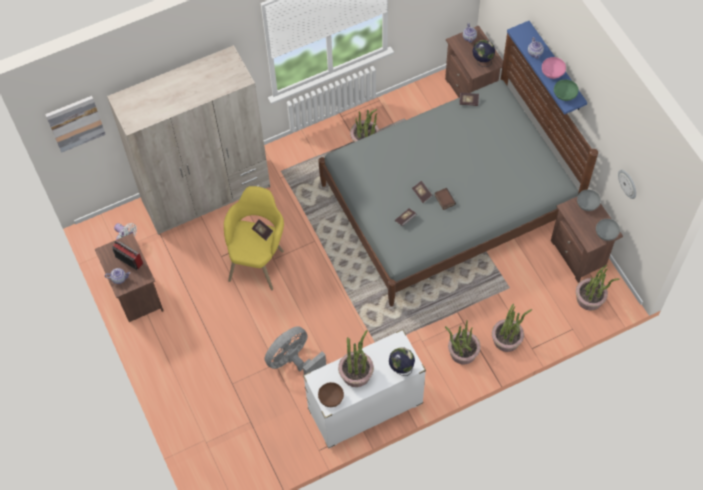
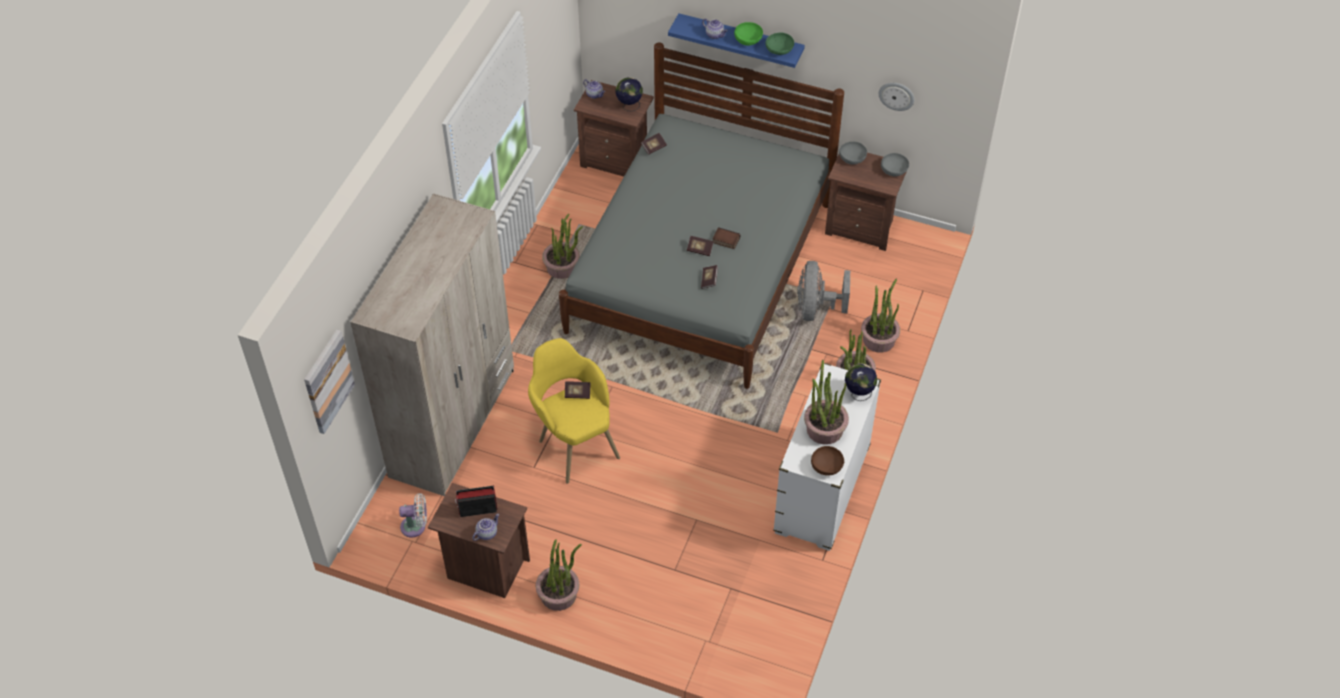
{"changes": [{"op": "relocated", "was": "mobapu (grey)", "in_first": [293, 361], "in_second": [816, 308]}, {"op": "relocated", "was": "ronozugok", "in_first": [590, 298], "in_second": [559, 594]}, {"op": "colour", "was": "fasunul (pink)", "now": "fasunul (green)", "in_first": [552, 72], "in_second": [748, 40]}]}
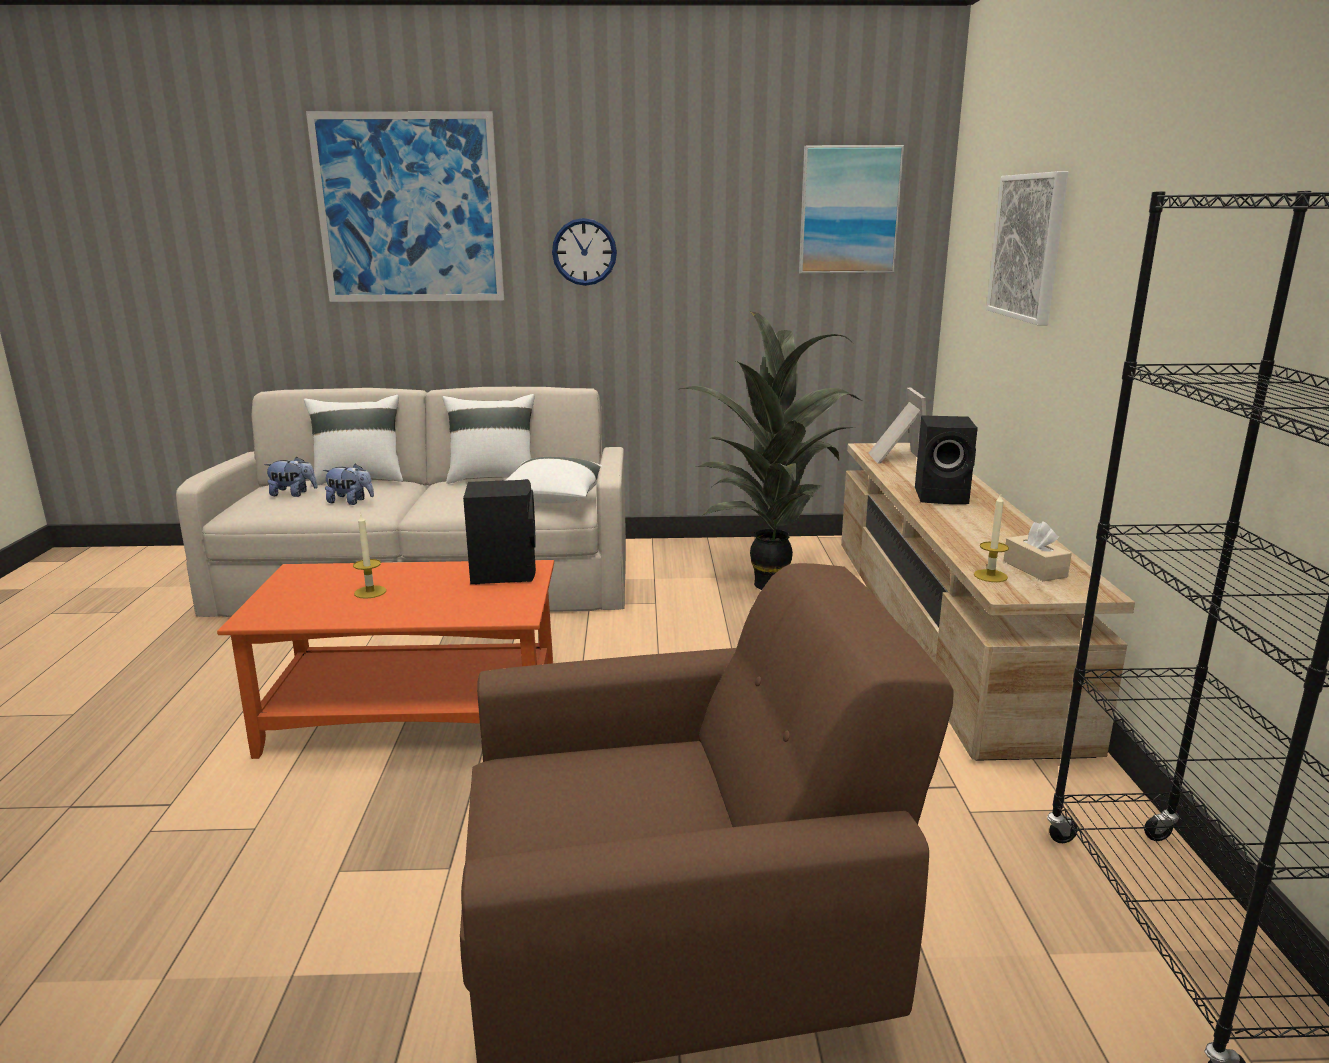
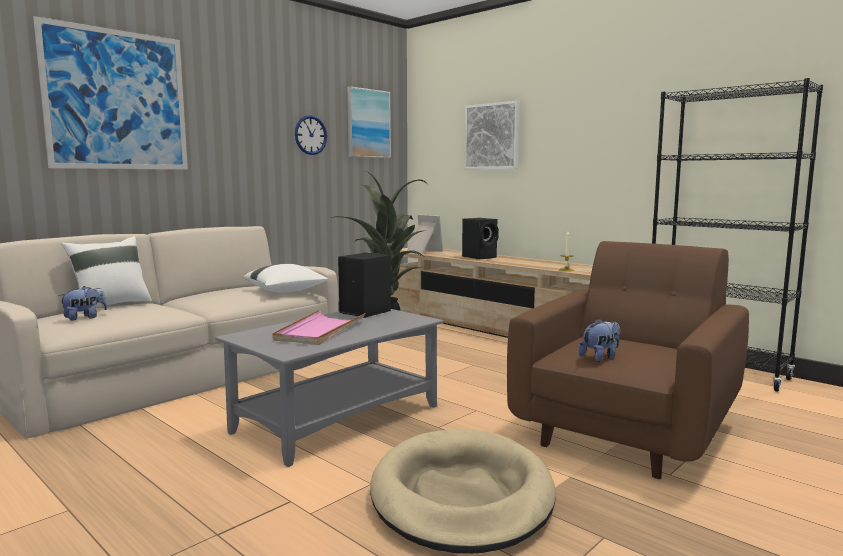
{"changes": [{"op": "missing", "was": "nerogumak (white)", "in_first": [492, 478]}, {"op": "missing", "was": "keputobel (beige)", "in_first": [1034, 569]}, {"op": "appeared", "now": "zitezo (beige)", "in_second": [461, 496]}, {"op": "relocated", "was": "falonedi", "in_first": [350, 502], "in_second": [600, 357]}, {"op": "relocated", "was": "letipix", "in_first": [584, 252], "in_second": [310, 135]}, {"op": "exchanged", "was": "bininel", "now": "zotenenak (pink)", "in_first": [370, 592], "in_second": [319, 331]}, {"op": "colour", "was": "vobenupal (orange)", "now": "vobenupal (grey)", "in_first": [416, 715], "in_second": [338, 418]}]}
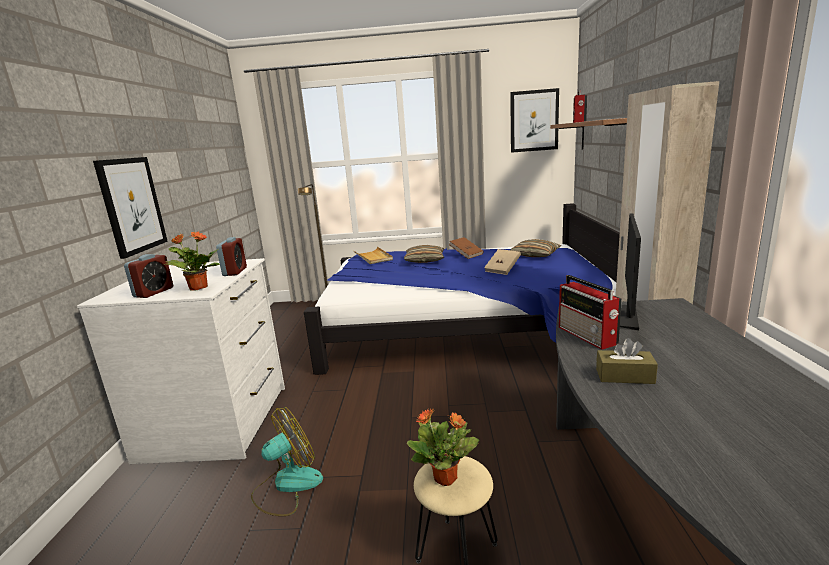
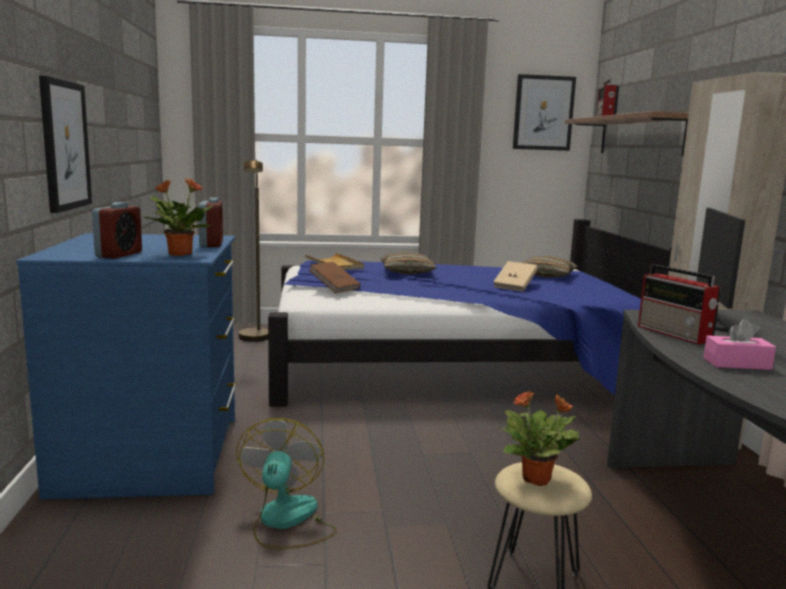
{"changes": [{"op": "relocated", "was": "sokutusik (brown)", "in_first": [466, 255], "in_second": [334, 288]}, {"op": "colour", "was": "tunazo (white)", "now": "tunazo (blue)", "in_first": [218, 422], "in_second": [153, 455]}, {"op": "colour", "was": "keputobel (brown)", "now": "keputobel (pink)", "in_first": [624, 376], "in_second": [736, 364]}, {"op": "spun", "was": "mobapu", "in_first": [287, 485], "in_second": [286, 521], "clockwise": -45}]}
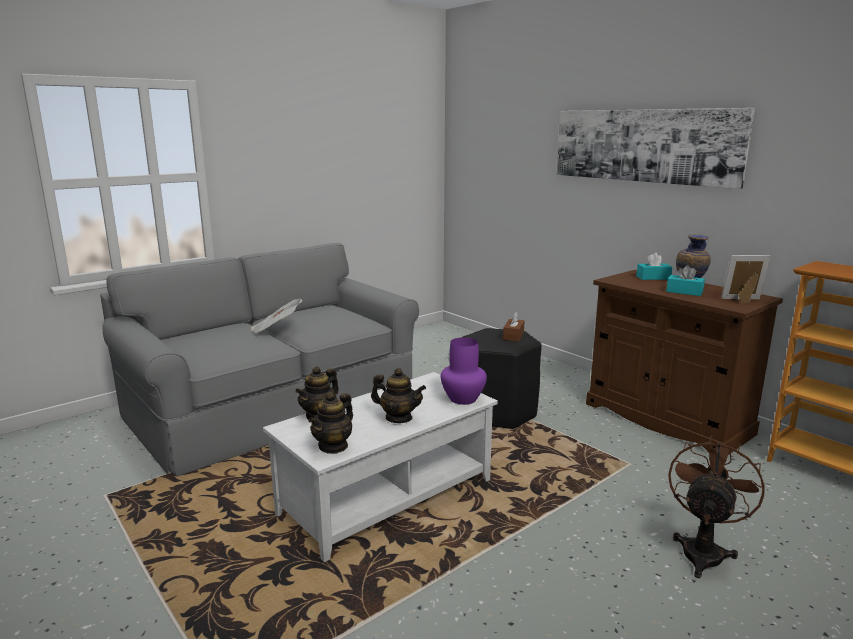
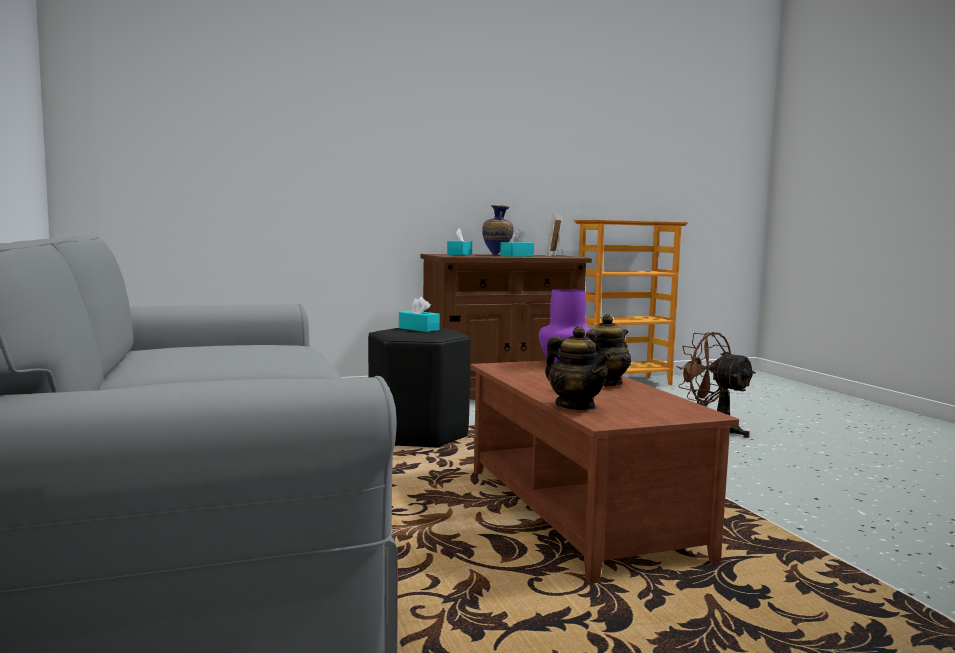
{"changes": [{"op": "missing", "was": "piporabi", "in_first": [276, 329]}, {"op": "missing", "was": "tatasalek", "in_first": [333, 446]}, {"op": "missing", "was": "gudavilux", "in_first": [644, 145]}, {"op": "colour", "was": "vobenupal (white)", "now": "vobenupal (brown)", "in_first": [386, 496], "in_second": [576, 513]}, {"op": "colour", "was": "keputobel (brown)", "now": "keputobel (turquoise)", "in_first": [513, 336], "in_second": [418, 329]}]}
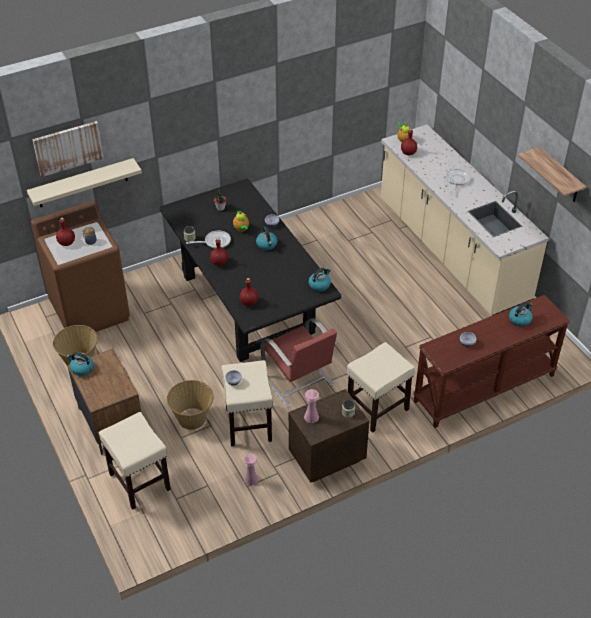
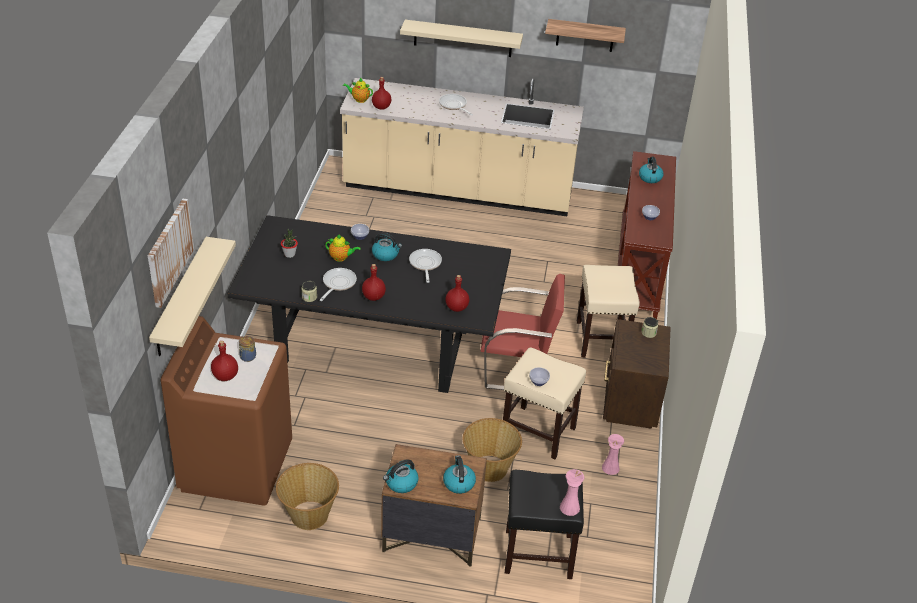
{"changes": [{"op": "appeared", "now": "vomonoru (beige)", "in_second": [463, 38]}, {"op": "appeared", "now": "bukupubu", "in_second": [425, 264]}, {"op": "relocated", "was": "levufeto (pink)", "in_first": [311, 417], "in_second": [569, 507]}, {"op": "relocated", "was": "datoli", "in_first": [319, 285], "in_second": [458, 483]}, {"op": "colour", "was": "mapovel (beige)", "now": "mapovel (black)", "in_first": [139, 481], "in_second": [537, 554]}]}
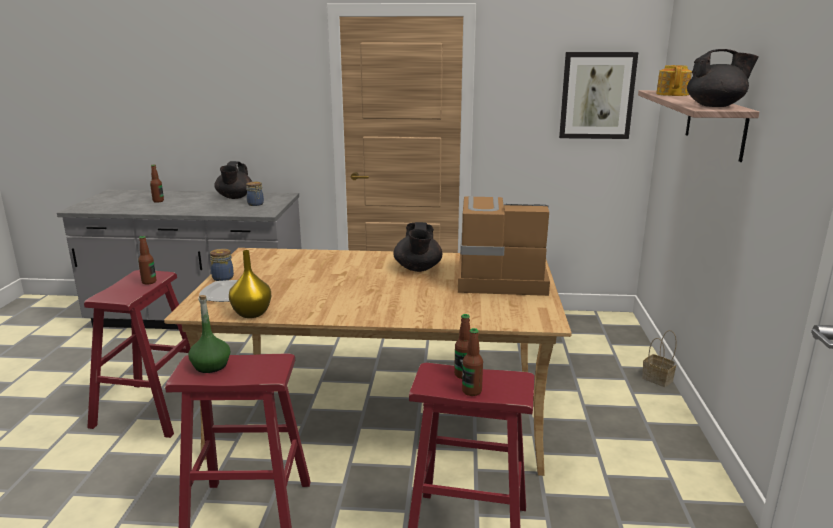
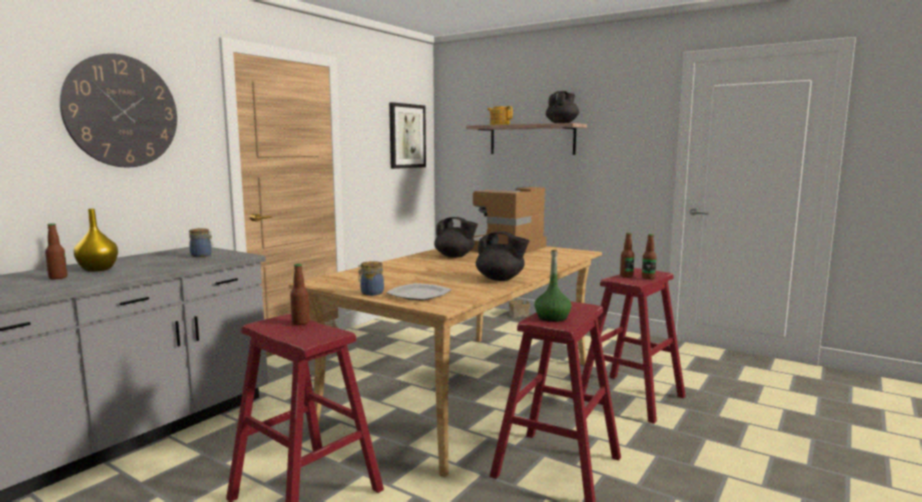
{"changes": [{"op": "appeared", "now": "letipix", "in_second": [122, 111]}, {"op": "relocated", "was": "tatasalek (black)", "in_first": [234, 197], "in_second": [501, 279]}, {"op": "relocated", "was": "levufeto (yellow)", "in_first": [251, 314], "in_second": [98, 269]}]}
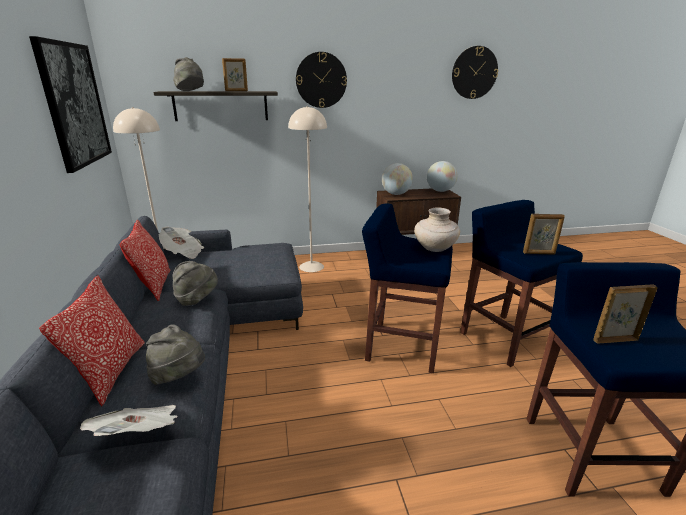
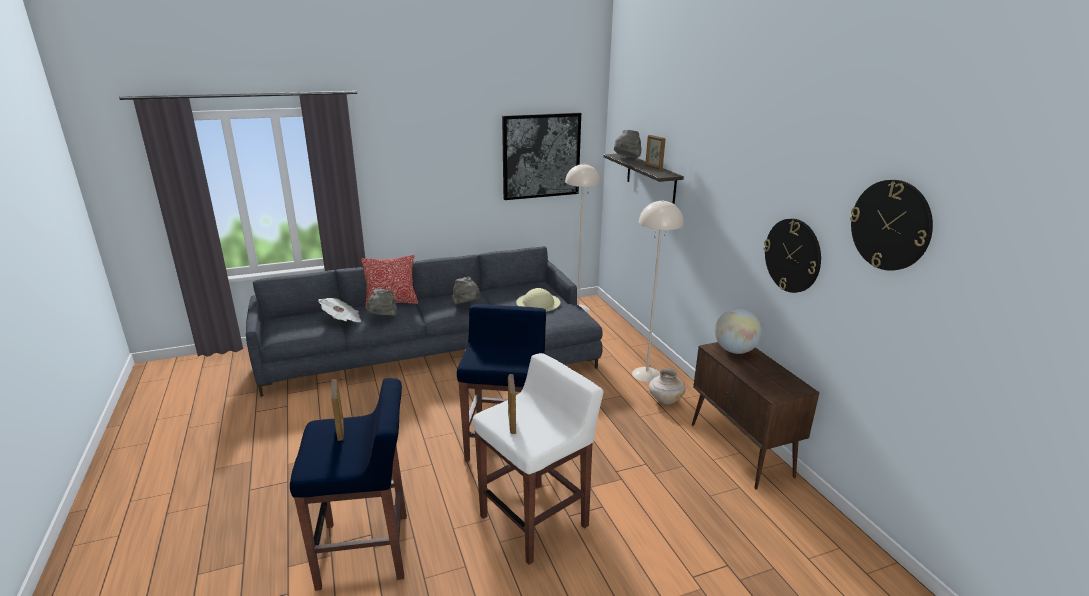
{"changes": [{"op": "missing", "was": "nerogumak", "in_first": [154, 286]}, {"op": "missing", "was": "piporabi", "in_first": [183, 252]}, {"op": "missing", "was": "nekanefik", "in_first": [440, 191]}, {"op": "appeared", "now": "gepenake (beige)", "in_second": [538, 302]}, {"op": "relocated", "was": "letipix", "in_first": [321, 80], "in_second": [792, 255]}, {"op": "relocated", "was": "levufeto (beige)", "in_first": [434, 248], "in_second": [665, 400]}, {"op": "colour", "was": "mapovel (blue)", "now": "mapovel (white)", "in_first": [504, 338], "in_second": [536, 520]}]}
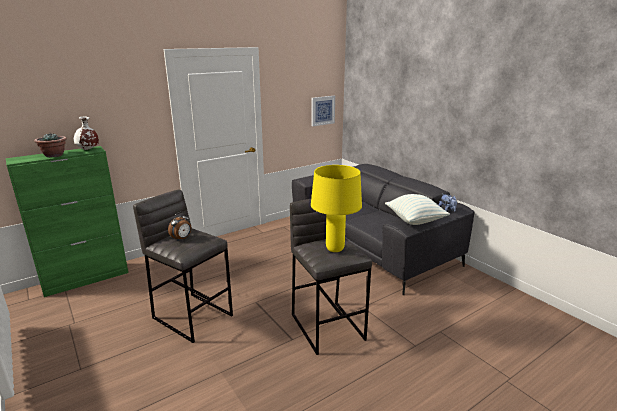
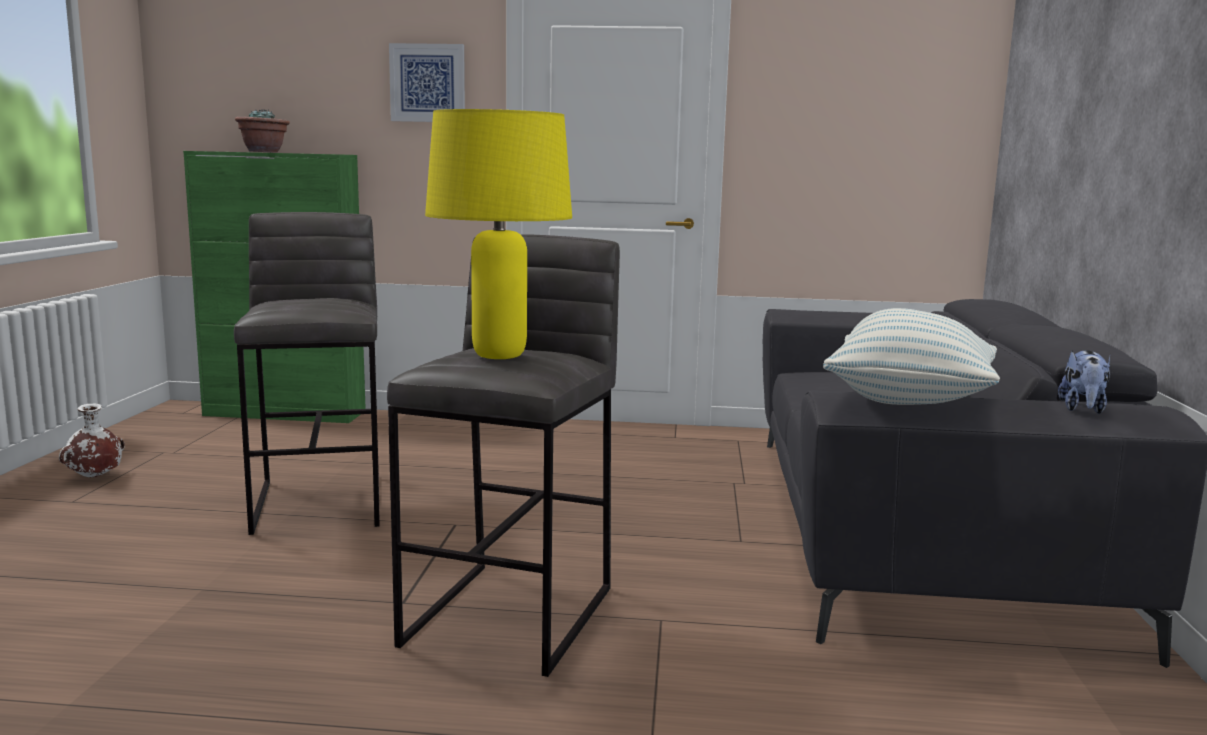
{"changes": [{"op": "missing", "was": "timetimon", "in_first": [182, 238]}, {"op": "relocated", "was": "levufeto (white)", "in_first": [88, 149], "in_second": [94, 477]}, {"op": "relocated", "was": "gudavilux", "in_first": [322, 110], "in_second": [427, 83]}]}
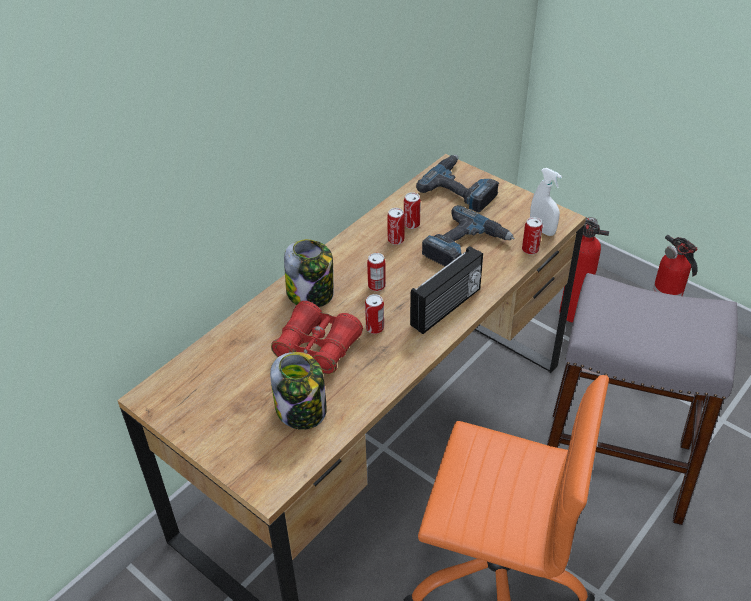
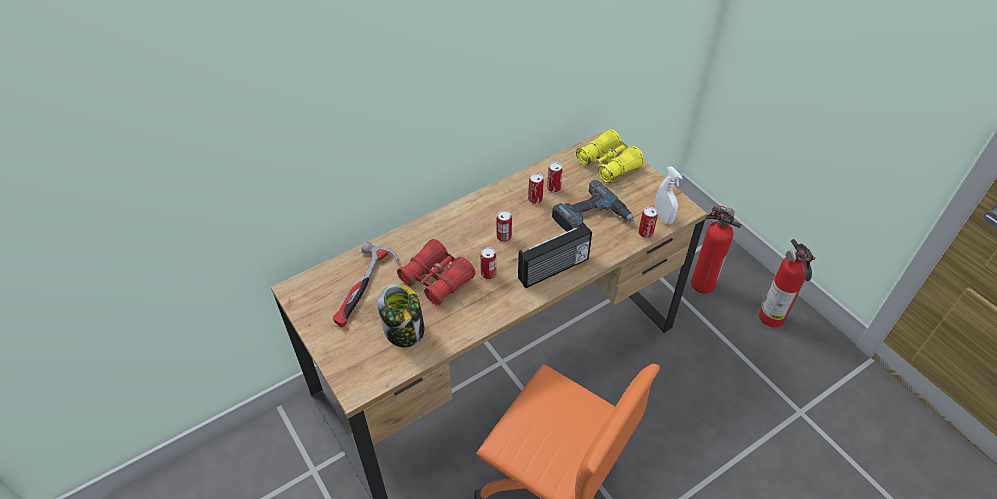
{"changes": [{"op": "missing", "was": "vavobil", "in_first": [311, 294]}, {"op": "missing", "was": "mapovel (grey)", "in_first": [614, 464]}, {"op": "appeared", "now": "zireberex", "in_second": [364, 288]}, {"op": "exchanged", "was": "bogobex", "now": "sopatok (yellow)", "in_first": [461, 188], "in_second": [608, 164]}]}
